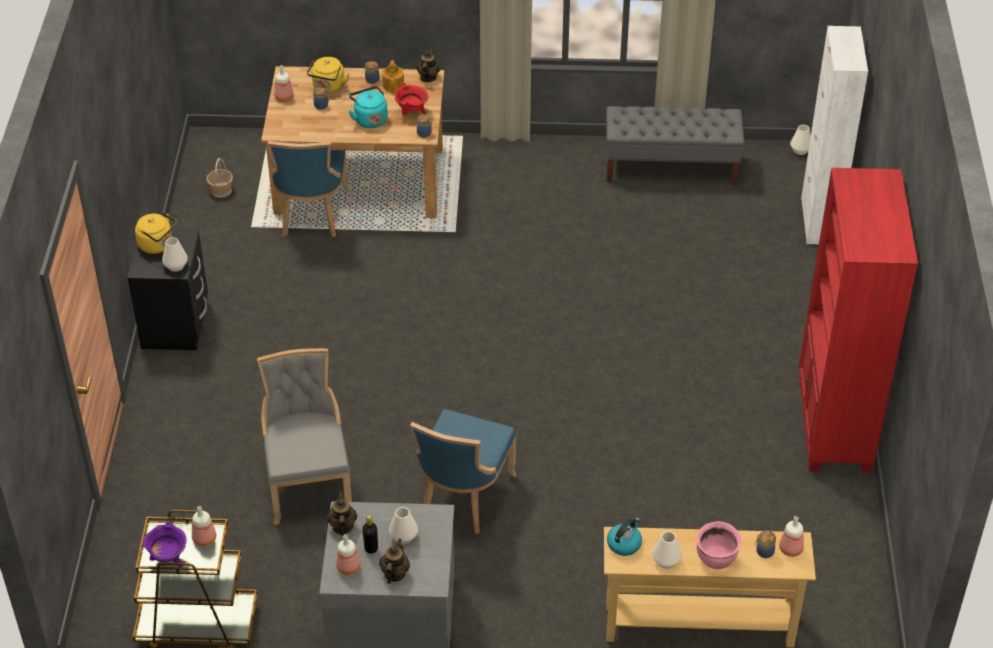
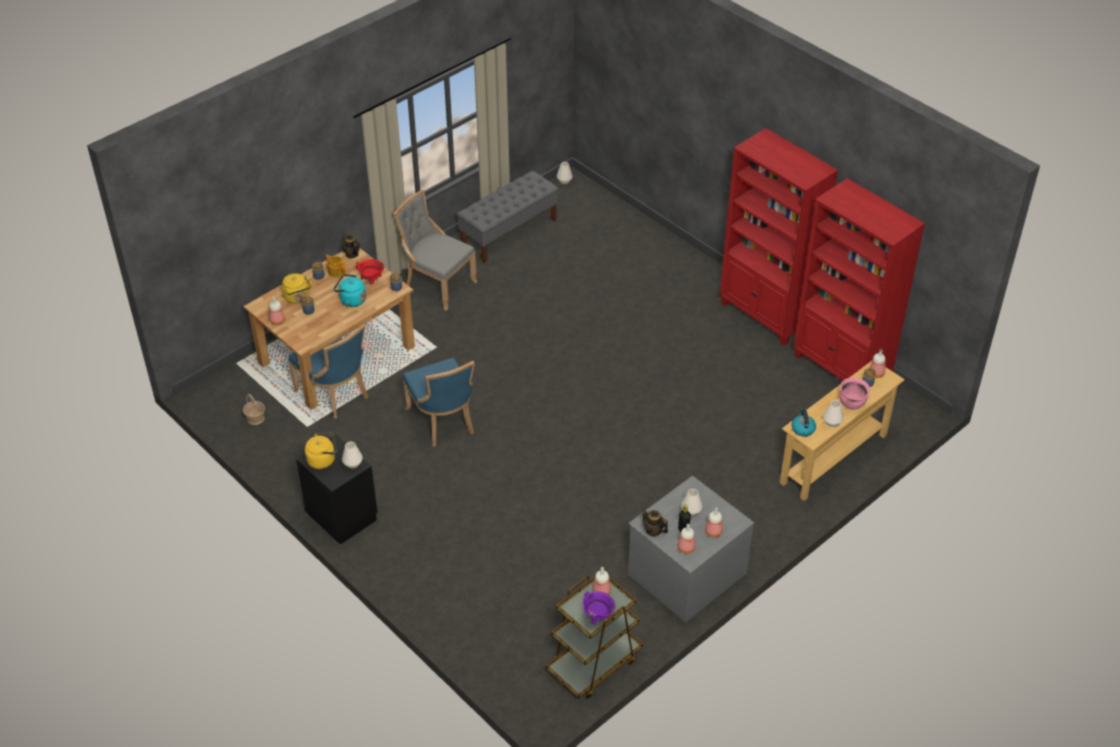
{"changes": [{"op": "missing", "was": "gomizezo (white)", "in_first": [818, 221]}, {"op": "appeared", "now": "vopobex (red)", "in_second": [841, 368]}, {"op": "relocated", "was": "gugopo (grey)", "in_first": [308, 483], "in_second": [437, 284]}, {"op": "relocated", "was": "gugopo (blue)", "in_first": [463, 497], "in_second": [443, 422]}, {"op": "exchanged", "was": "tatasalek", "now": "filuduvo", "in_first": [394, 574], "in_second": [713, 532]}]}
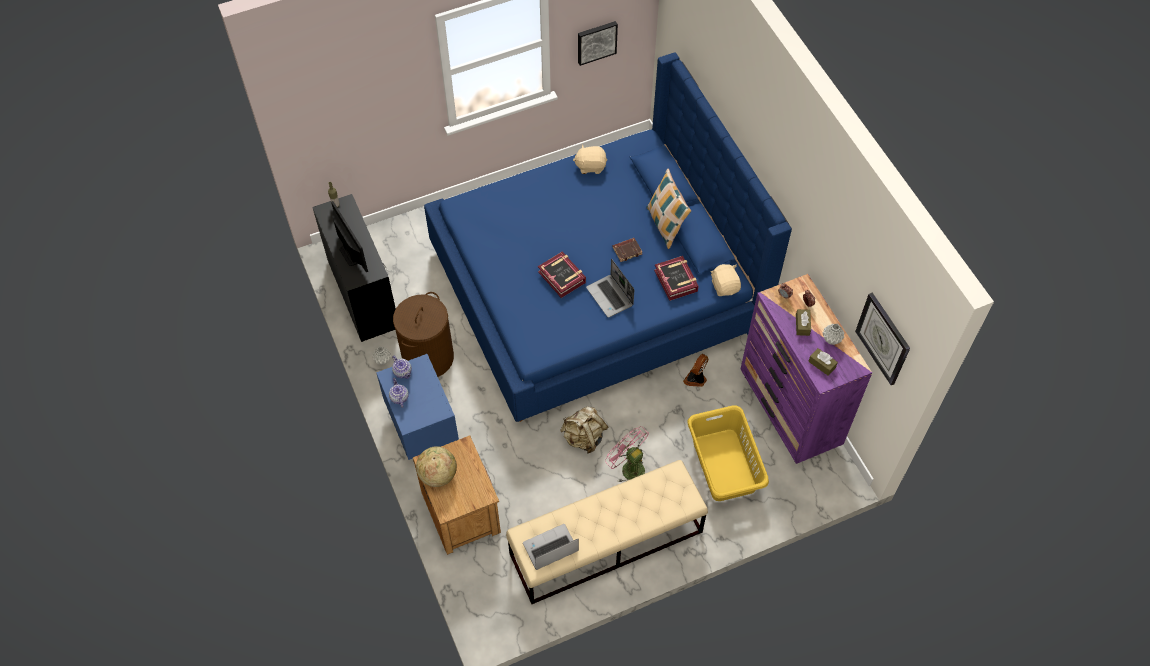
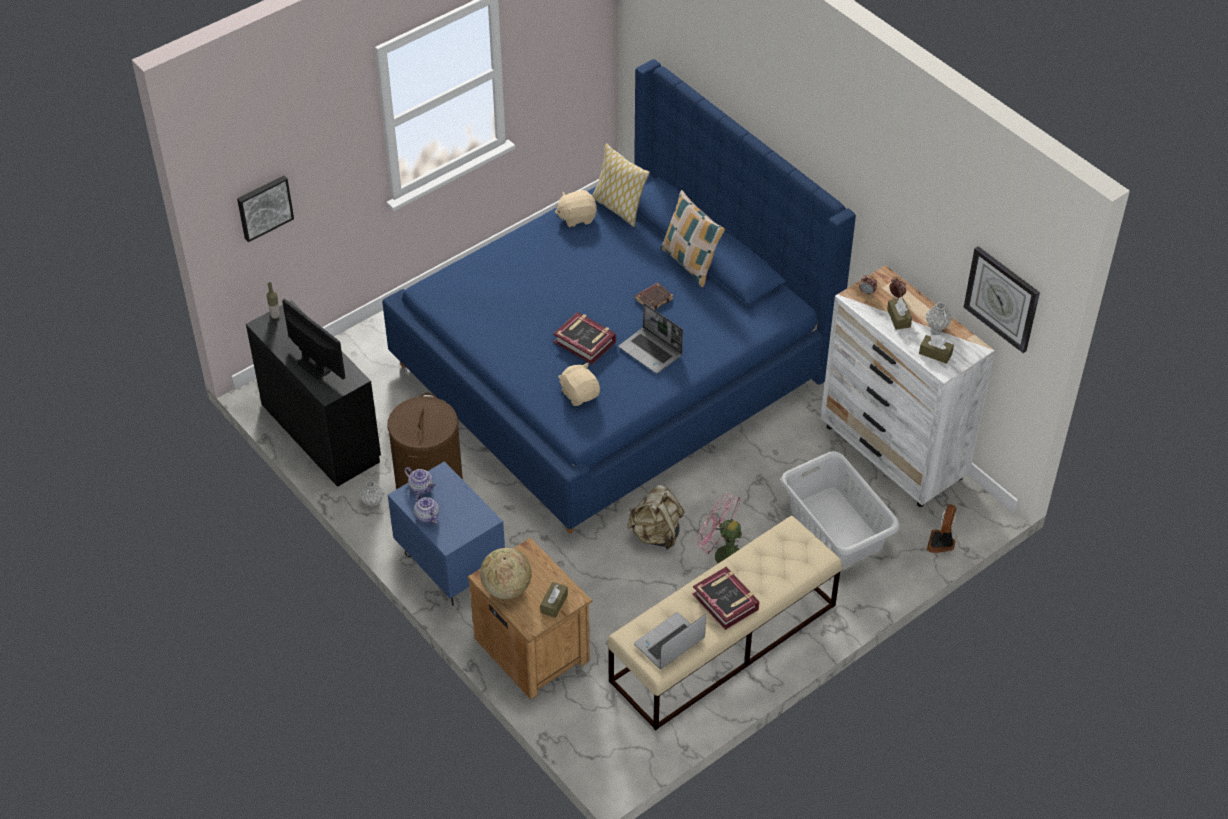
{"changes": [{"op": "appeared", "now": "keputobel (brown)", "in_second": [554, 603]}, {"op": "appeared", "now": "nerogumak", "in_second": [619, 208]}, {"op": "relocated", "was": "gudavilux", "in_first": [596, 41], "in_second": [264, 207]}, {"op": "relocated", "was": "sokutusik", "in_first": [676, 281], "in_second": [726, 602]}, {"op": "relocated", "was": "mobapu", "in_first": [696, 379], "in_second": [941, 543]}, {"op": "relocated", "was": "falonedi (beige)", "in_first": [725, 286], "in_second": [580, 394]}, {"op": "colour", "was": "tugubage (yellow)", "now": "tugubage (grey)", "in_first": [723, 465], "in_second": [835, 528]}, {"op": "colour", "was": "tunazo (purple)", "now": "tunazo (white)", "in_first": [789, 411], "in_second": [893, 453]}]}
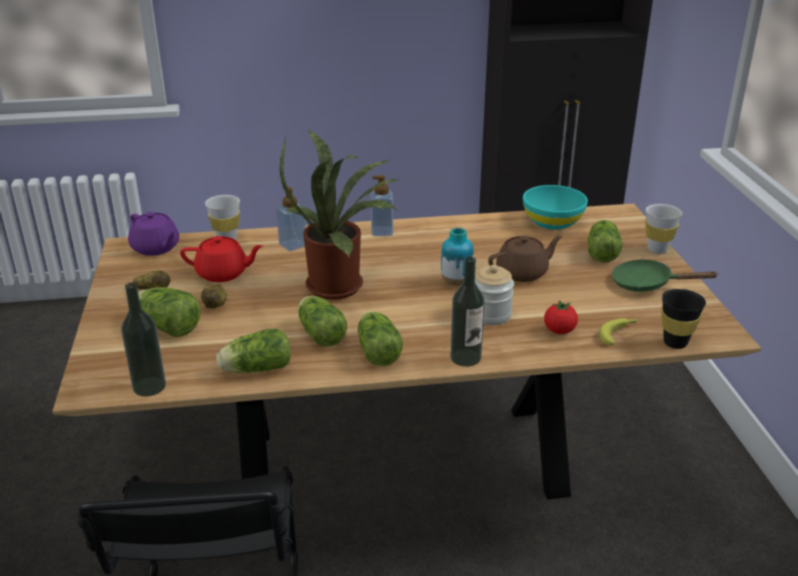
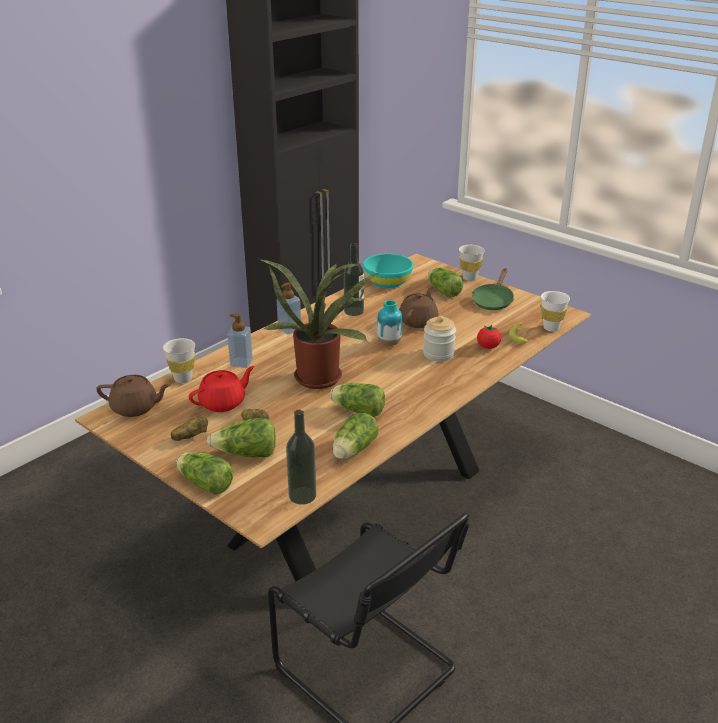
{"changes": [{"op": "relocated", "was": "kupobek", "in_first": [377, 350], "in_second": [204, 483]}, {"op": "relocated", "was": "filuduvo", "in_first": [465, 357], "in_second": [353, 311]}, {"op": "colour", "was": "tatasalek (purple)", "now": "tatasalek (brown)", "in_first": [156, 248], "in_second": [135, 408]}, {"op": "colour", "was": "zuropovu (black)", "now": "zuropovu (white)", "in_first": [675, 342], "in_second": [551, 328]}, {"op": "spun", "was": "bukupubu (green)", "in_first": [647, 284], "in_second": [493, 301], "clockwise": -45}]}
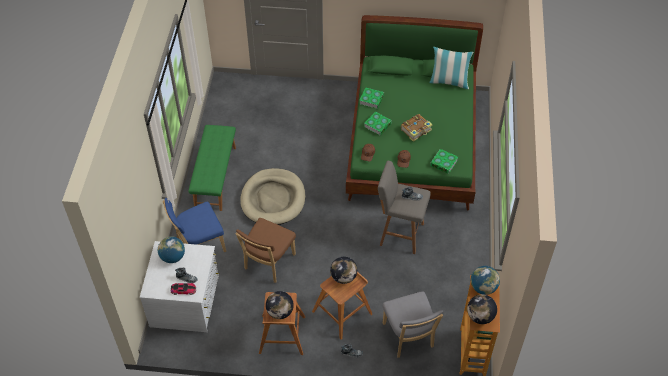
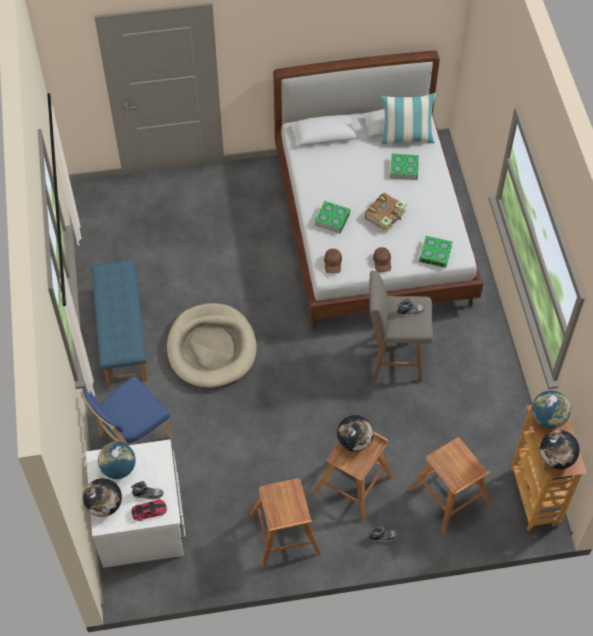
{"changes": [{"op": "missing", "was": "gugopo (brown)", "in_first": [268, 263]}, {"op": "relocated", "was": "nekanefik", "in_first": [280, 312], "in_second": [104, 505]}, {"op": "relocated", "was": "sokutusik", "in_first": [371, 99], "in_second": [404, 169]}, {"op": "exchanged", "was": "gugopo (grey)", "now": "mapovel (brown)", "in_first": [409, 337], "in_second": [449, 497]}, {"op": "colour", "was": "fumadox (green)", "now": "fumadox (blue)", "in_first": [215, 177], "in_second": [122, 334]}, {"op": "colour", "was": "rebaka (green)", "now": "rebaka (white)", "in_first": [412, 145], "in_second": [372, 231]}]}
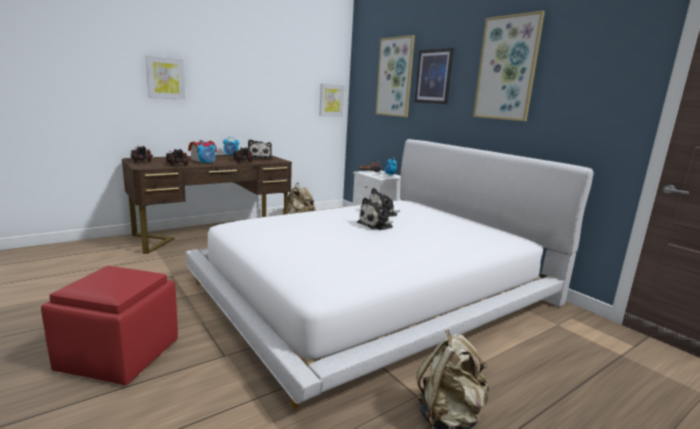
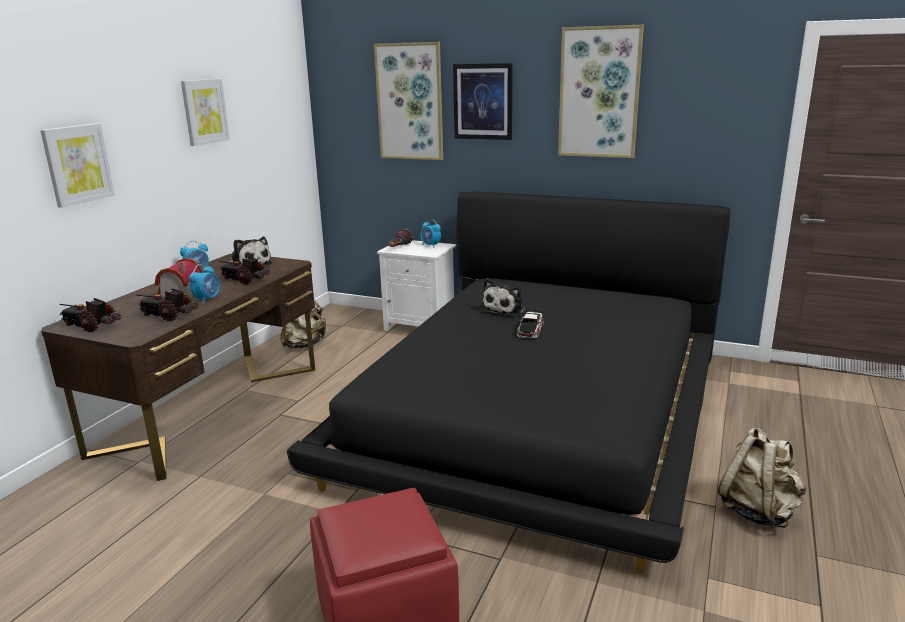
{"changes": [{"op": "relocated", "was": "gudavilux", "in_first": [331, 100], "in_second": [204, 111]}, {"op": "exchanged", "was": "falonedi", "now": "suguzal", "in_first": [376, 225], "in_second": [530, 330]}, {"op": "colour", "was": "rebaka (white)", "now": "rebaka (black)", "in_first": [376, 290], "in_second": [537, 411]}]}
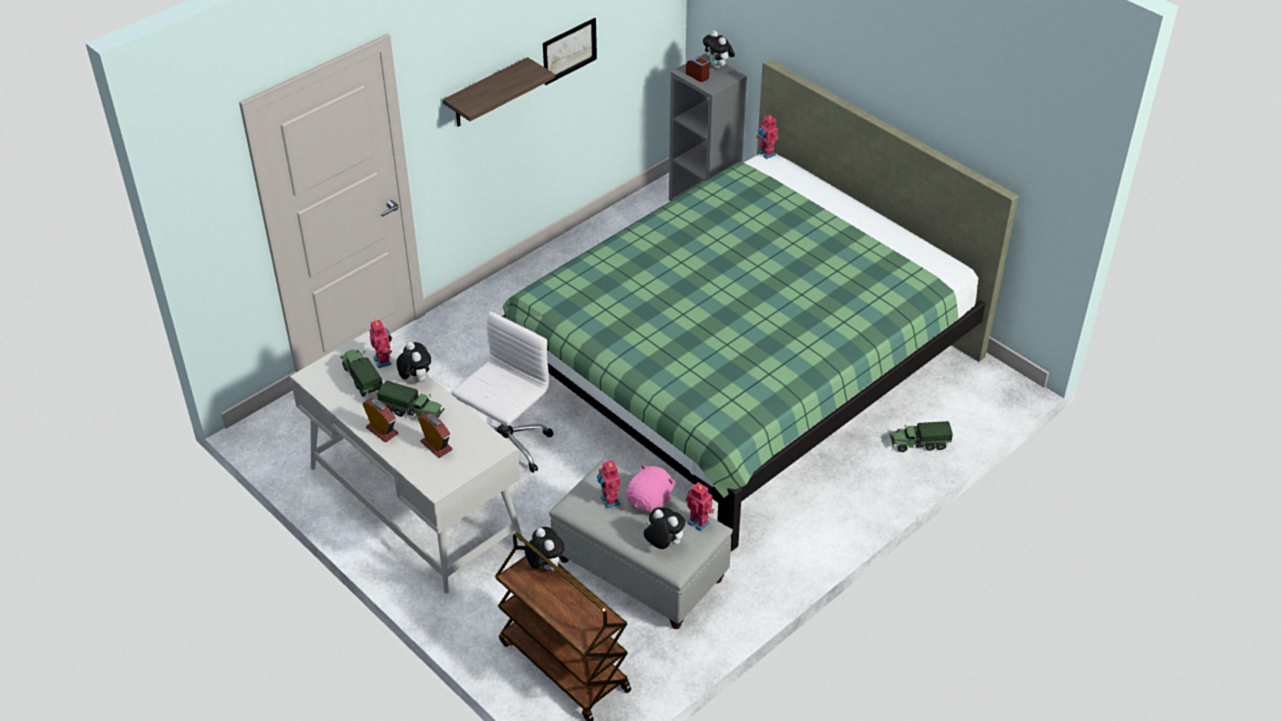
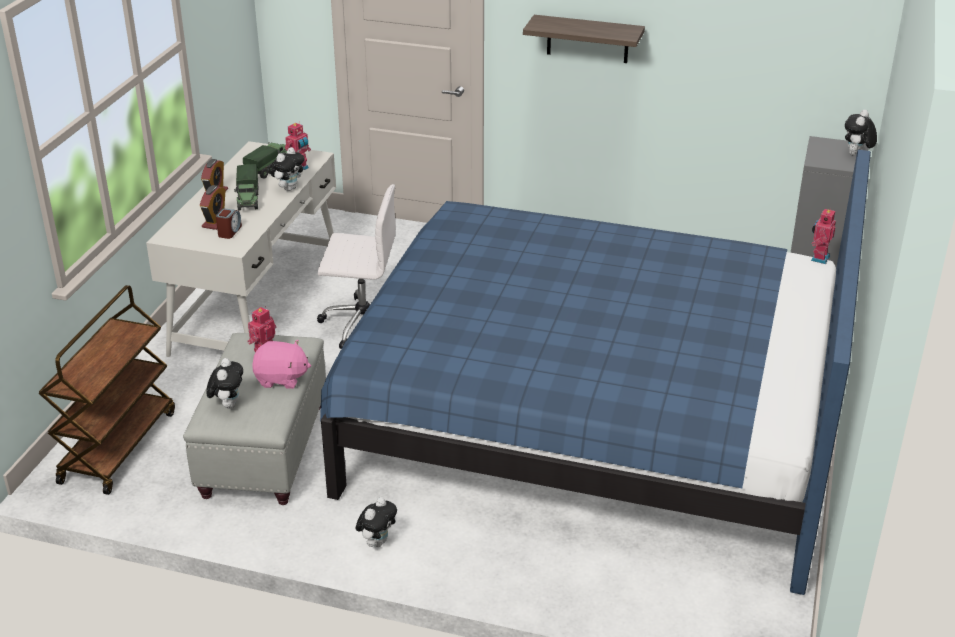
{"changes": [{"op": "missing", "was": "gudavilux", "in_first": [569, 50]}, {"op": "missing", "was": "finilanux", "in_first": [699, 522]}, {"op": "missing", "was": "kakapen", "in_first": [919, 444]}, {"op": "relocated", "was": "falonedi", "in_first": [545, 565], "in_second": [377, 542]}, {"op": "relocated", "was": "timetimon", "in_first": [698, 75], "in_second": [229, 231]}, {"op": "colour", "was": "rebaka (green)", "now": "rebaka (blue)", "in_first": [743, 366], "in_second": [596, 419]}]}
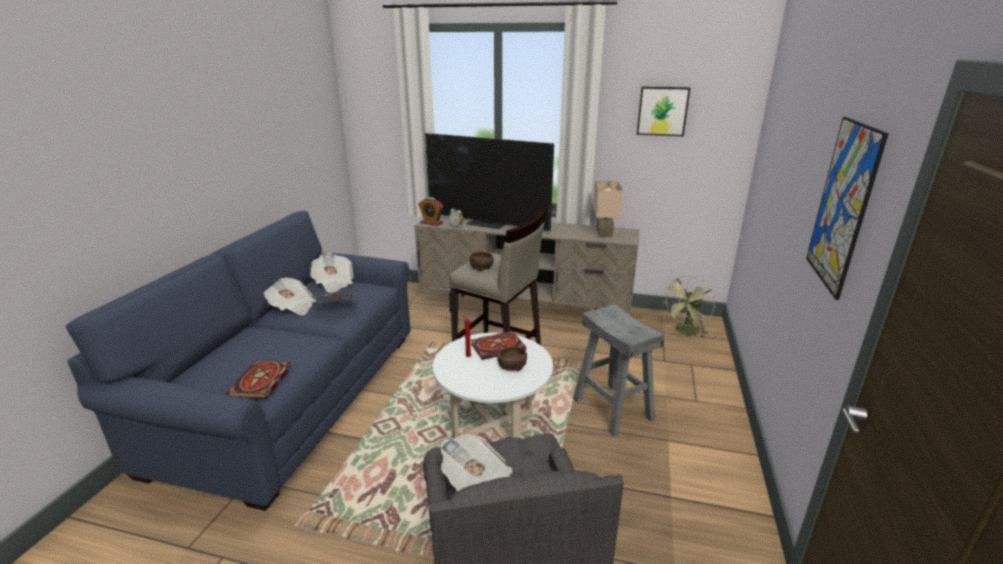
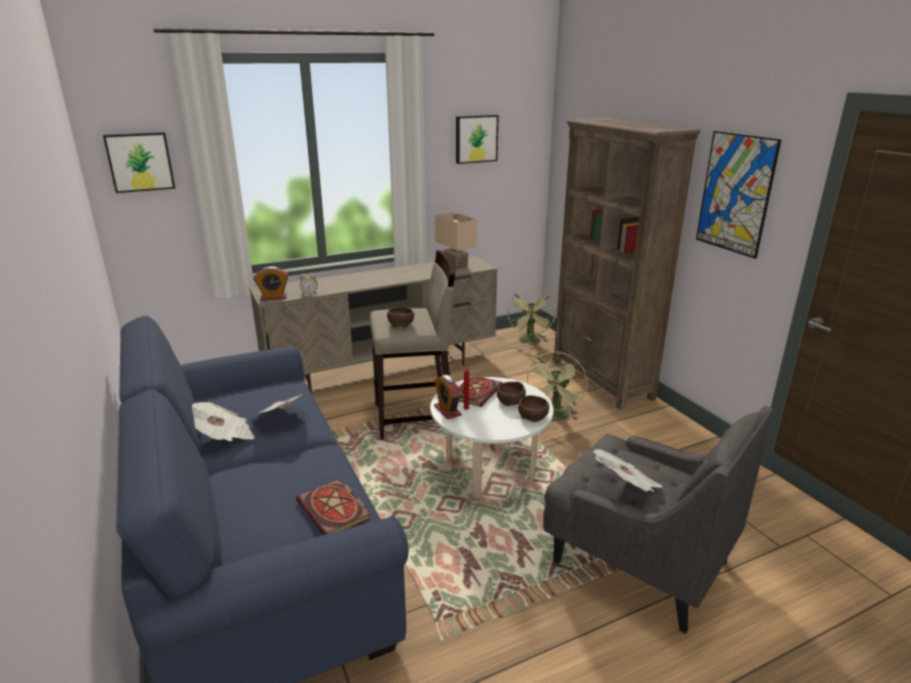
{"changes": [{"op": "missing", "was": "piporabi", "in_first": [333, 283]}, {"op": "missing", "was": "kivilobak", "in_first": [487, 223]}, {"op": "appeared", "now": "gudavilux", "in_second": [140, 162]}, {"op": "appeared", "now": "timetimon", "in_second": [447, 411]}, {"op": "appeared", "now": "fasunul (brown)", "in_second": [533, 416]}, {"op": "appeared", "now": "vopobex (brown)", "in_second": [601, 379]}, {"op": "exchanged", "was": "mapovel (grey)", "now": "mobapu (green)", "in_first": [613, 408], "in_second": [555, 417]}]}
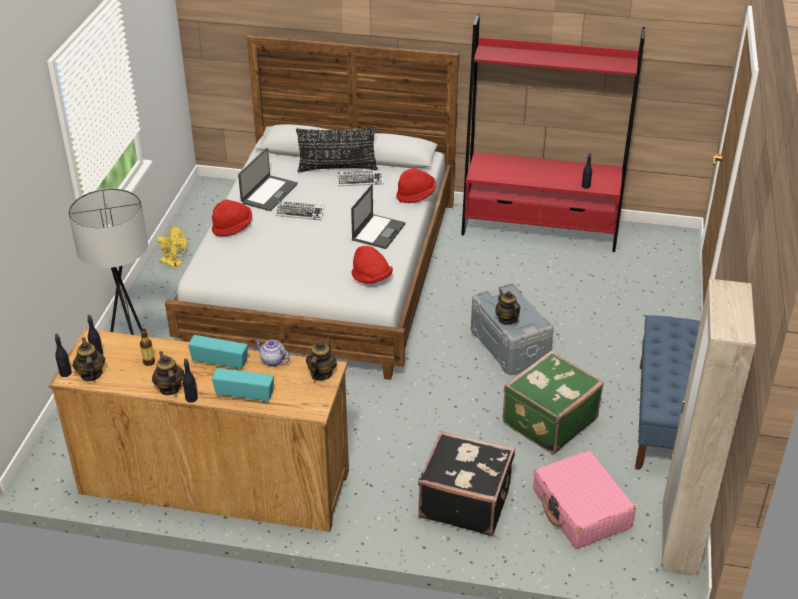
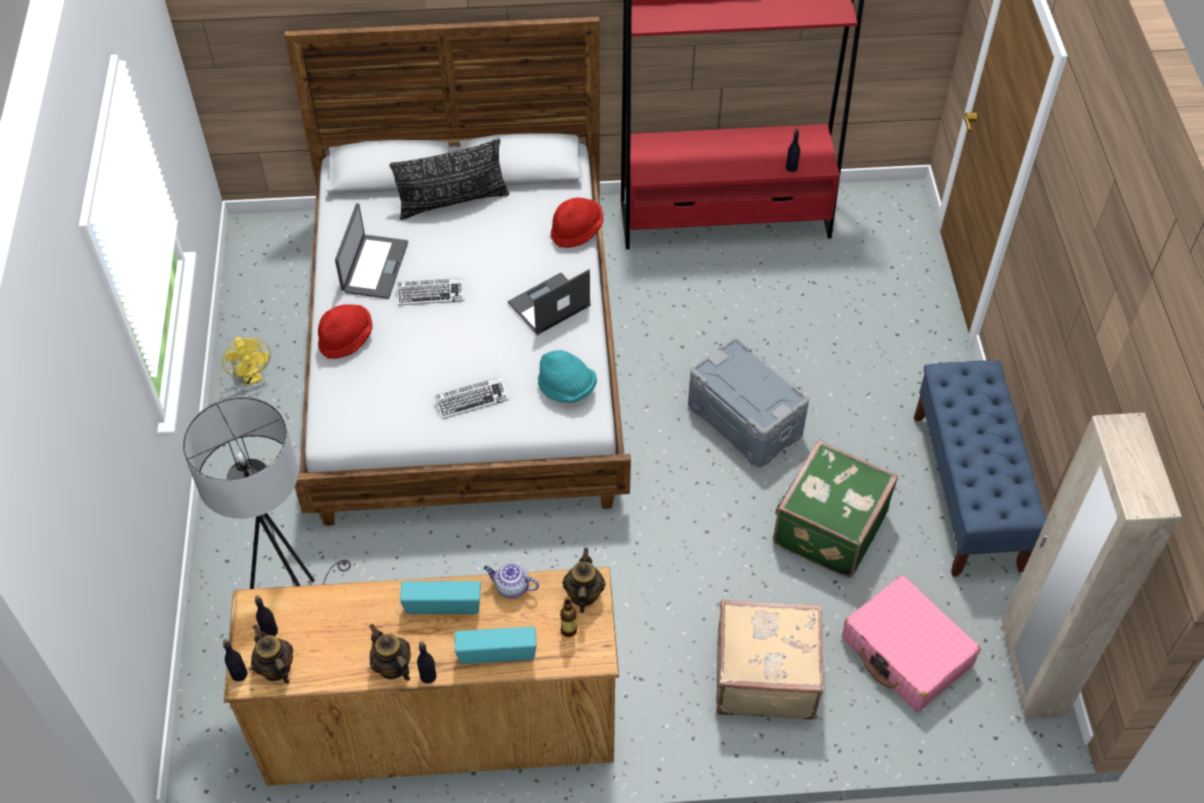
{"changes": [{"op": "missing", "was": "tatasalek", "in_first": [507, 319]}, {"op": "relocated", "was": "filuduvo", "in_first": [149, 362], "in_second": [568, 630]}, {"op": "relocated", "was": "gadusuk", "in_first": [360, 181], "in_second": [472, 400]}, {"op": "colour", "was": "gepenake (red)", "now": "gepenake (turquoise)", "in_first": [371, 278], "in_second": [567, 388]}, {"op": "colour", "was": "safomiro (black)", "now": "safomiro (beige)", "in_first": [464, 501], "in_second": [764, 674]}, {"op": "spun", "was": "mobapu (yellow)", "in_first": [174, 263], "in_second": [252, 377], "clockwise": 45}, {"op": "spun", "was": "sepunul", "in_first": [378, 231], "in_second": [548, 305], "clockwise": -135}]}
